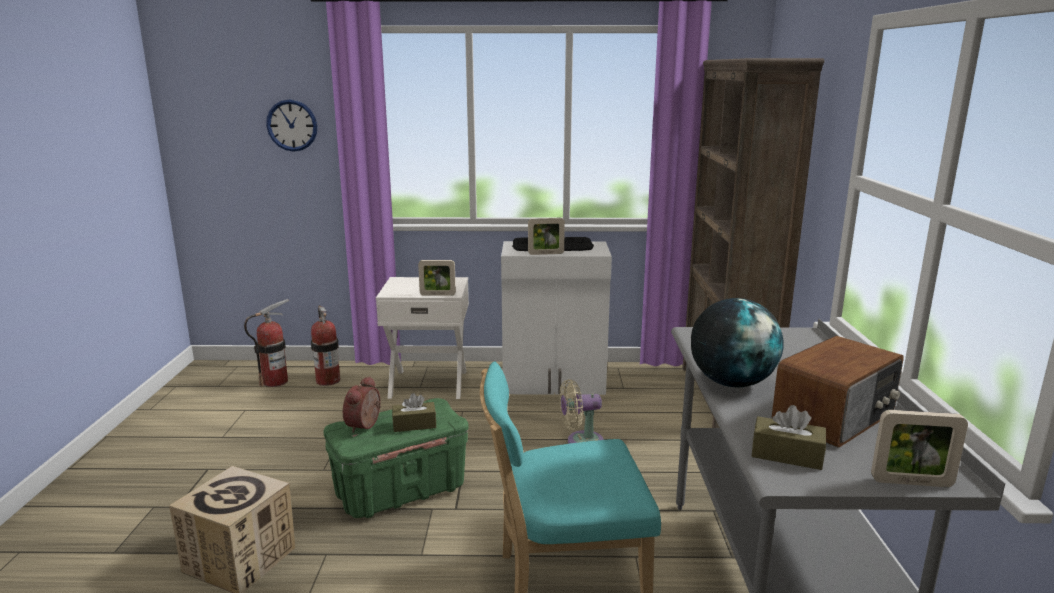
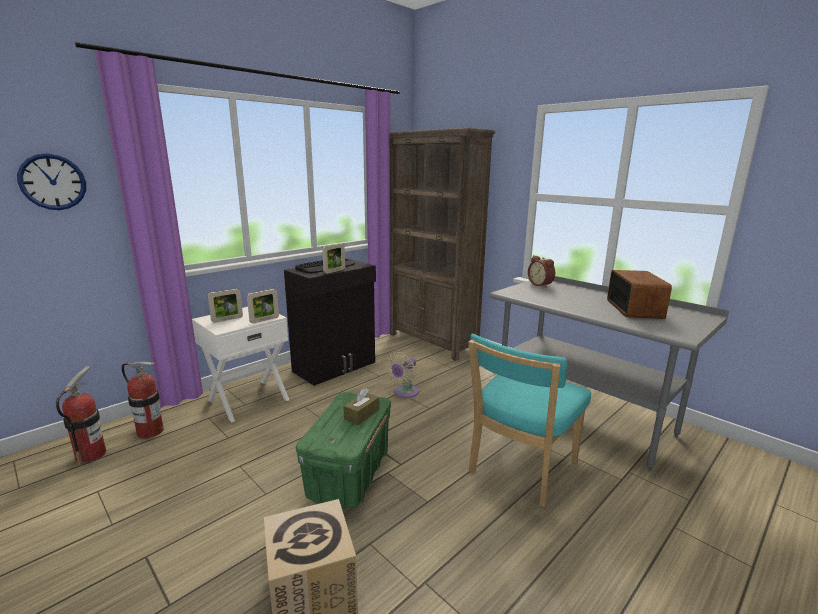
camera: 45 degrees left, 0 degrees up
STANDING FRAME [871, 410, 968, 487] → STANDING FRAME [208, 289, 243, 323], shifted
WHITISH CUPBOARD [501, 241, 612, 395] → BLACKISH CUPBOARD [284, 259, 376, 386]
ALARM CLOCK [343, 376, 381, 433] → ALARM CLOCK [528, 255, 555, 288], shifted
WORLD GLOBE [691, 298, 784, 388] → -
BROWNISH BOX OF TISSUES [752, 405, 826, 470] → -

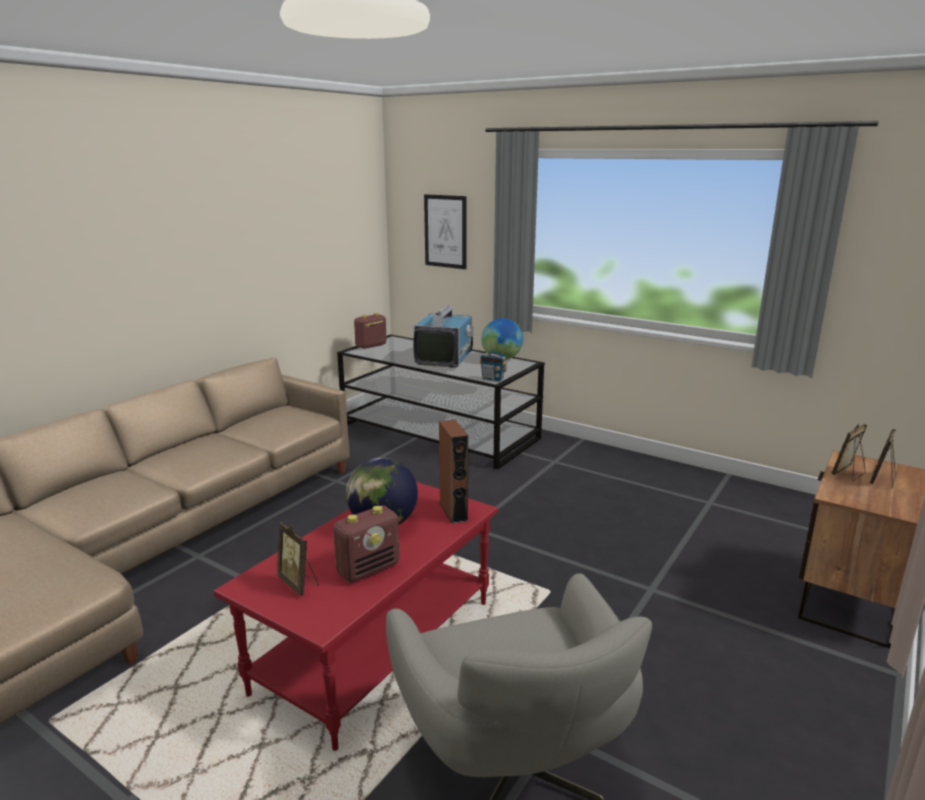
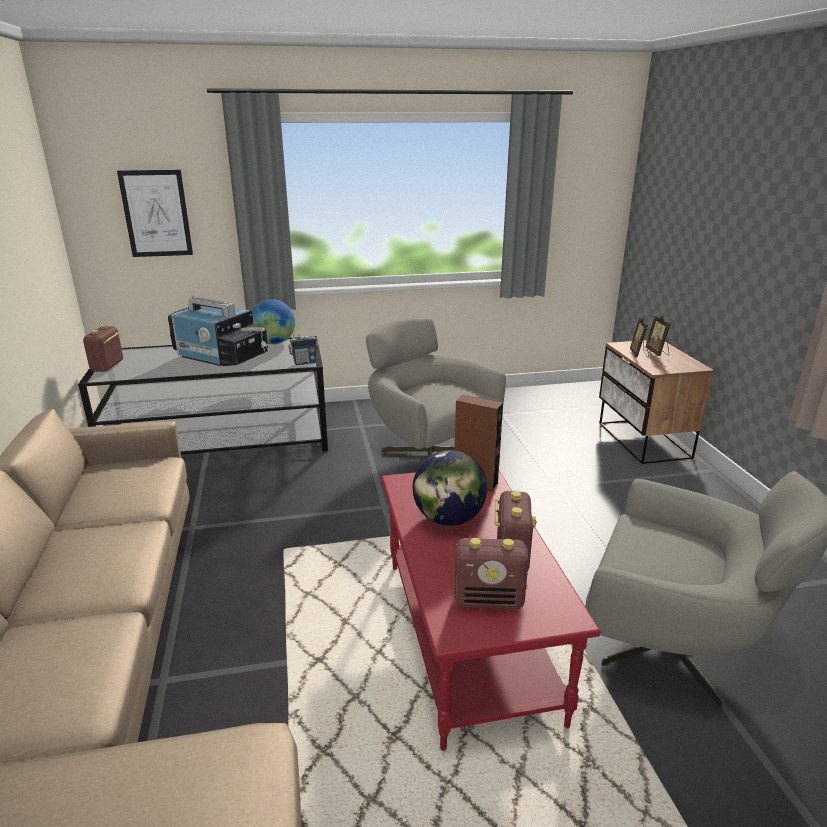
camera: 45 degrees left, 5 degrees up
TELEVISION [413, 305, 473, 368] → TELEVISION [168, 296, 269, 366], 150 degrees clockwise
- → GREYISH ARMCHAIR [366, 318, 506, 456]
STANDING FRAME [277, 522, 319, 596] → RADIO SET [454, 538, 529, 609]

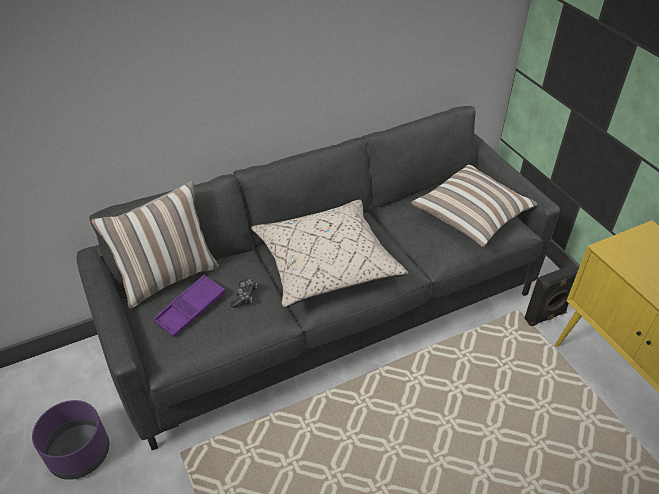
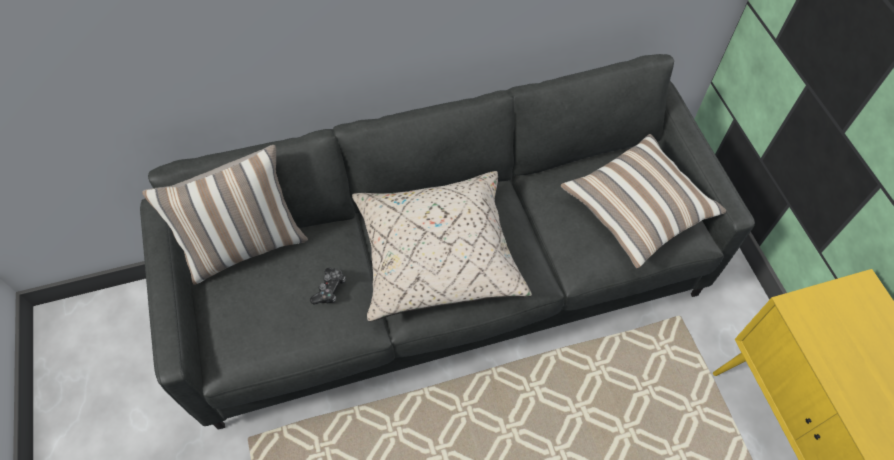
camera: 10 degrees right, 15 degrees up
PURPLISH PLANT POT [32, 400, 109, 480] → -
PURPLISH SERVING TRAY [153, 274, 226, 337] → -
BLACKISH SPEAKER [524, 264, 579, 326] → -

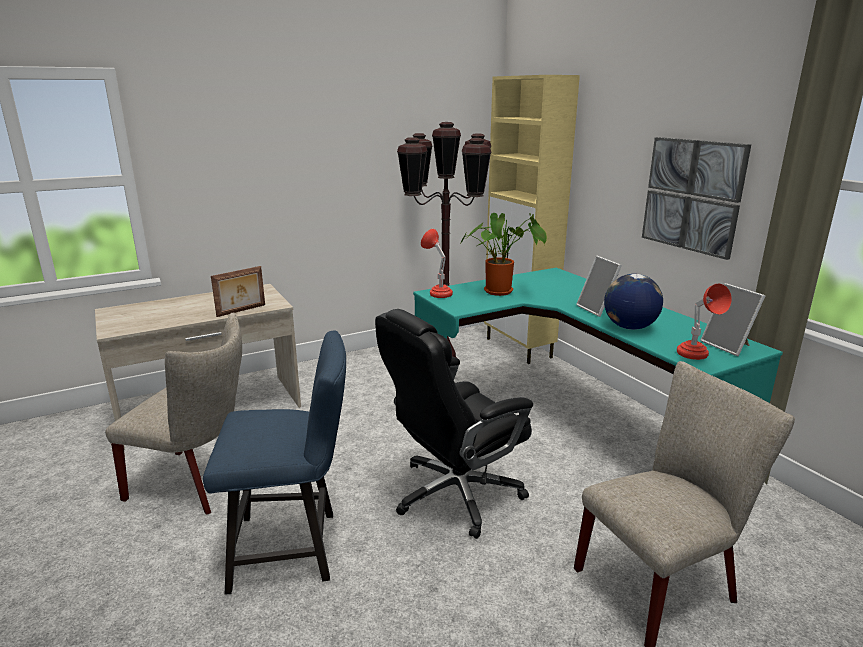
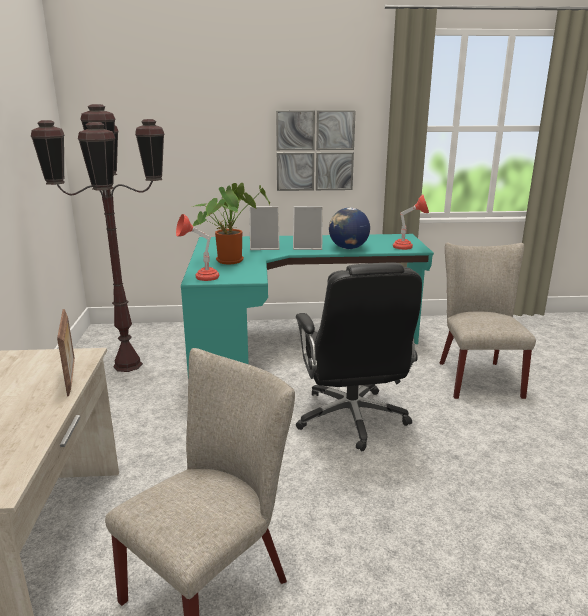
camera: 65 degrees left, 0 degrees up
STANDING FRAME [700, 283, 765, 356] → STANDING FRAME [249, 206, 279, 250], shifted
BLUE-COLOURED PLAIN CHAIR [203, 330, 346, 595] → -
SAND-COLOURED CUPBOARD [484, 75, 580, 364] → -

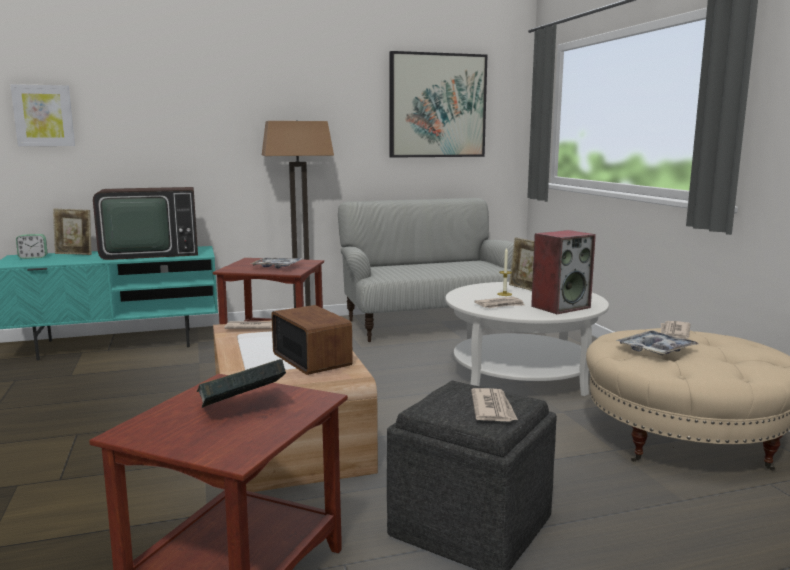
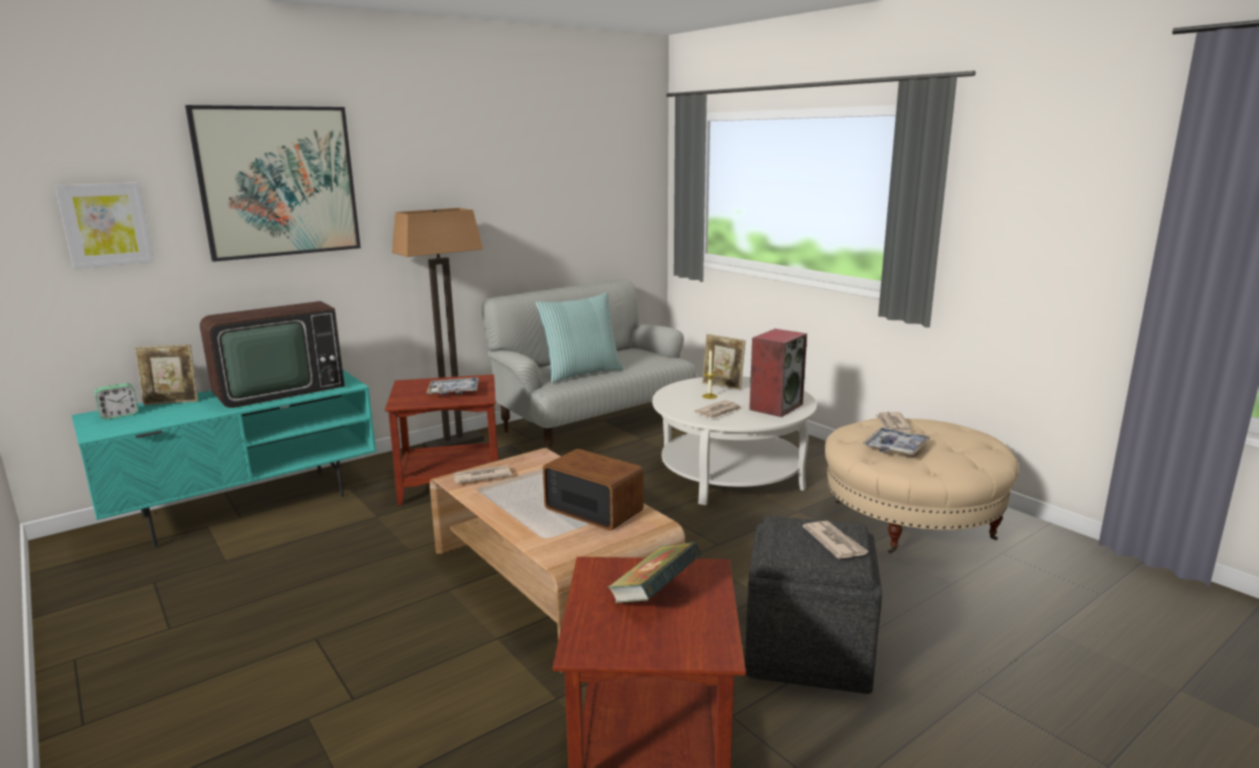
camera: 20 degrees left, 5 degrees up
WALL ART [389, 51, 487, 158] → WALL ART [185, 105, 361, 262], shifted
- → PILLOW [536, 292, 624, 383]

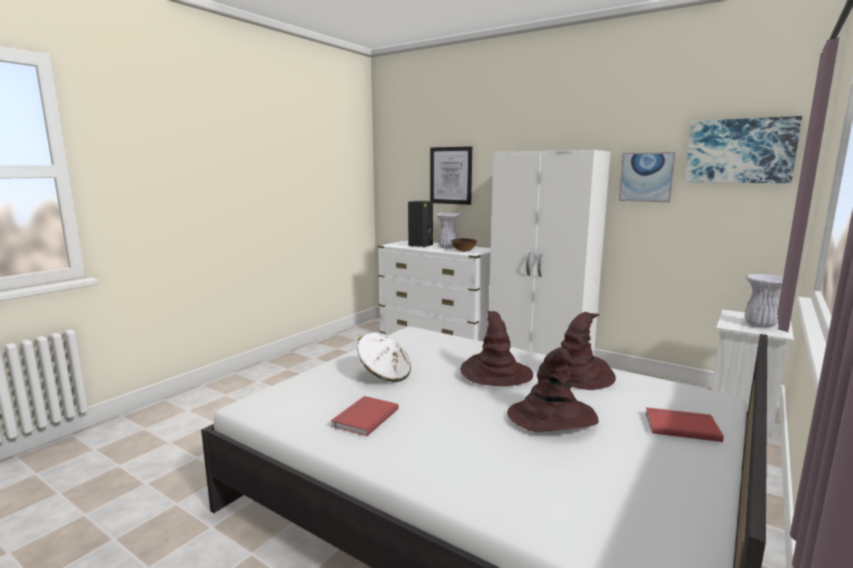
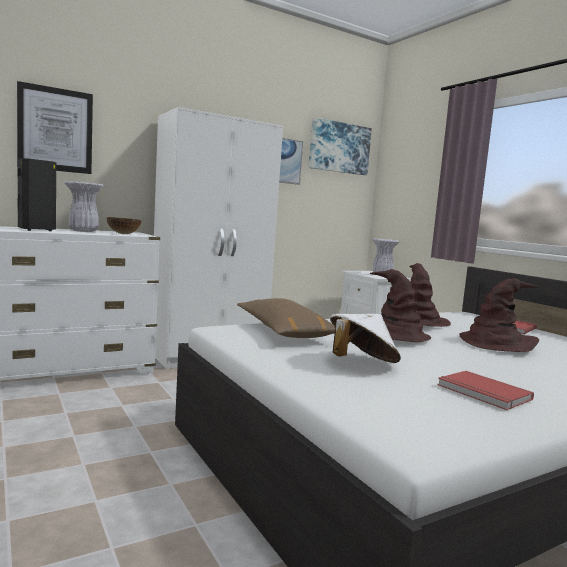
camera: 65 degrees left, 5 degrees down
- → BROWNISH PILLOW [237, 298, 335, 338]

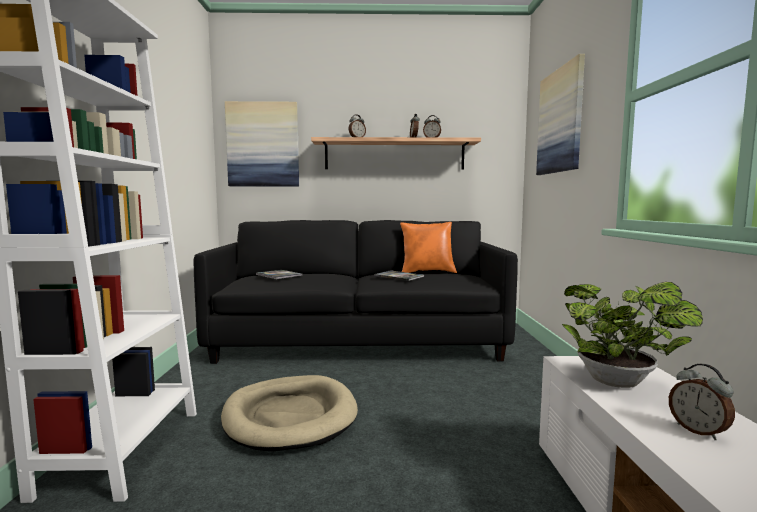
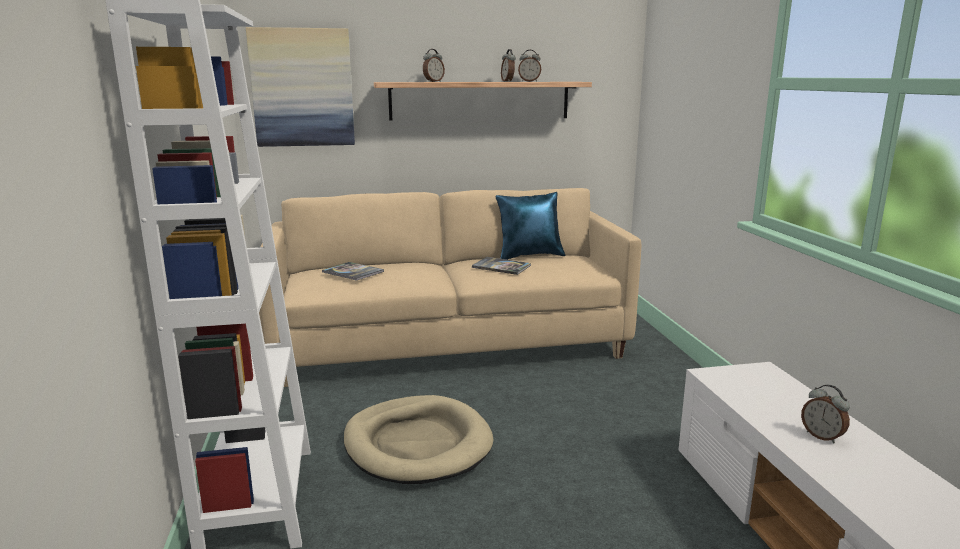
camera: 10 degrees left, 10 degrees up
BLACKISH COUCH [194, 220, 518, 364] → SAND-COLOURED COUCH [259, 188, 641, 387]
ORANGE-COLOURED PILLOW [400, 222, 457, 273] → BLUE-COLOURED PILLOW [496, 192, 565, 260]
WALL ART [536, 54, 585, 175] → -
POTTED PLANT [562, 282, 703, 388] → -

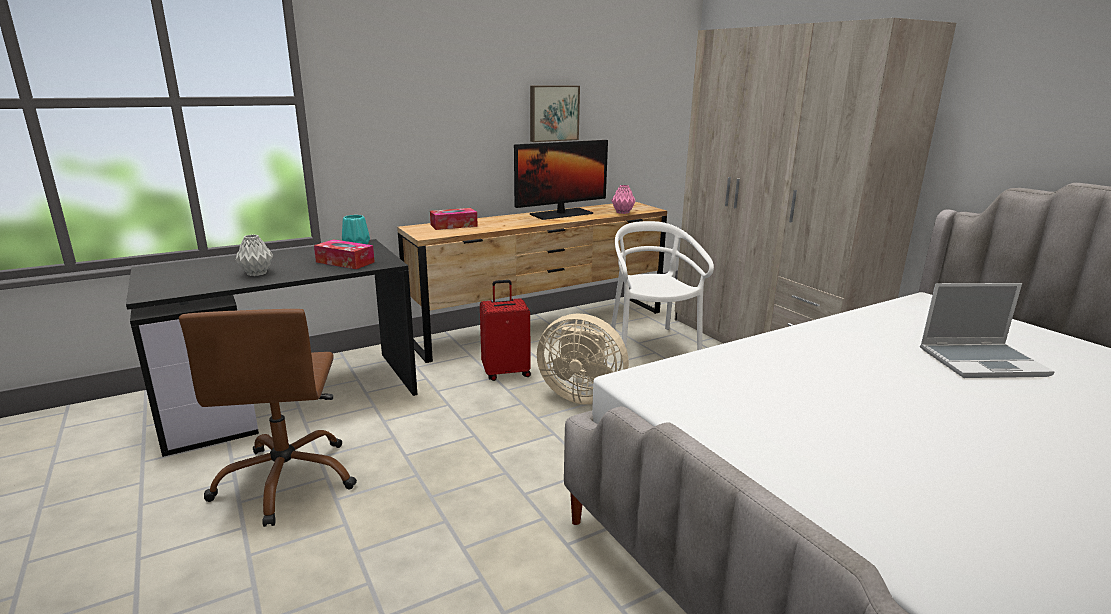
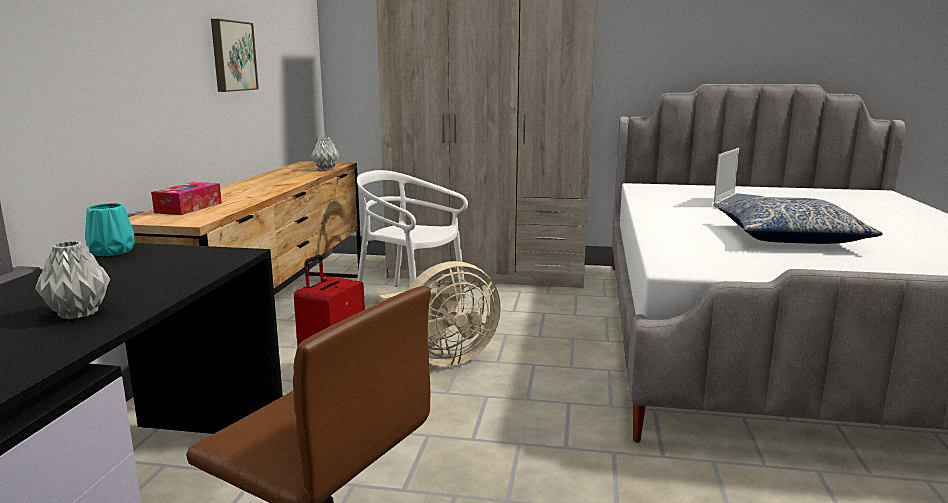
camera: 50 degrees left, 5 degrees down
PINK-COLOURED FLOWER VASE [611, 185, 635, 214] → GREYISH FLOWER VASE [311, 137, 340, 170]
- → PILLOW [718, 197, 883, 244]
BOX OF TISSUES [314, 239, 375, 269] → -
MONITOR [514, 140, 608, 220] → -

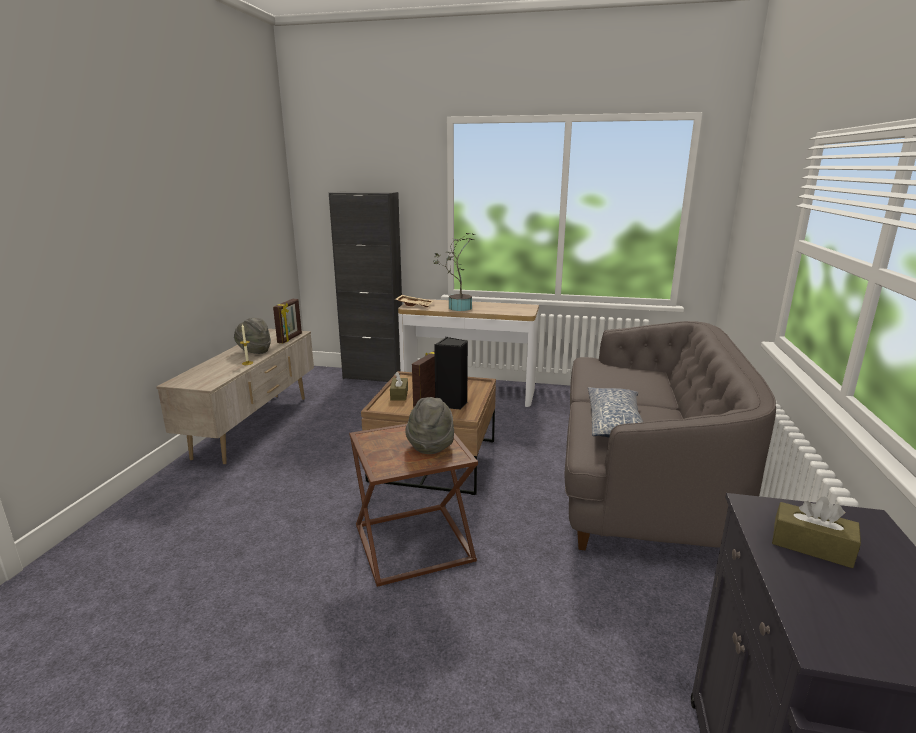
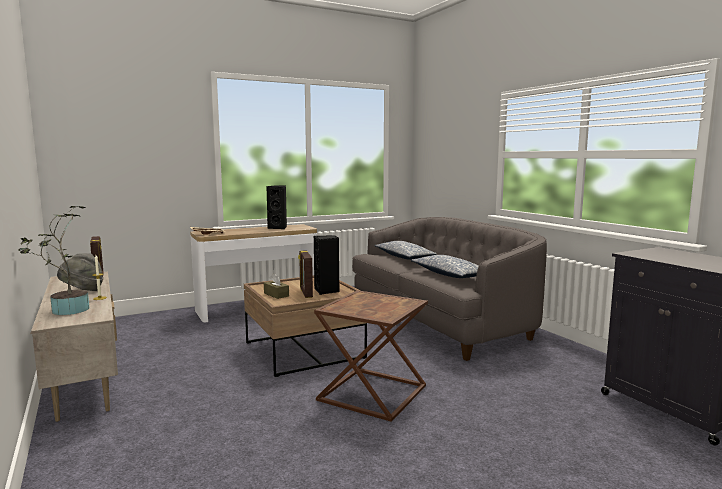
camera: 40 degrees left, 10 degrees down
POTTED PLANT [433, 233, 476, 311] → POTTED PLANT [18, 206, 89, 315], shifted
- → BLACKISH SPEAKER [267, 185, 287, 229]
- → PILLOW [375, 241, 437, 260]
BLACKISH CUPBOARD [329, 192, 402, 382] → -
GREYISH CLOTHING HAT [406, 397, 454, 454] → -
BROWNISH BOX OF TISSUES [772, 497, 861, 568] → -

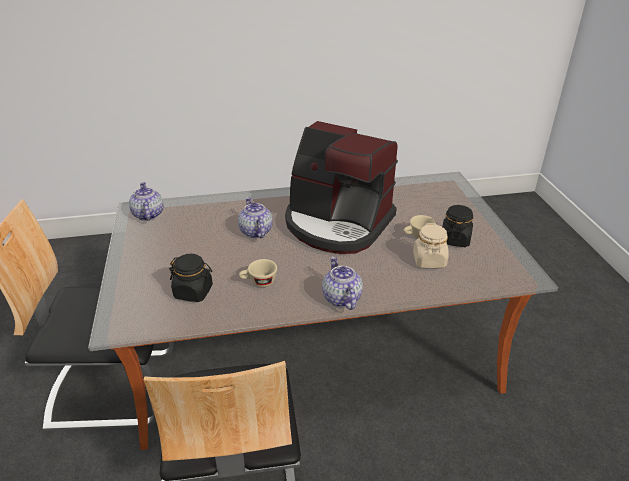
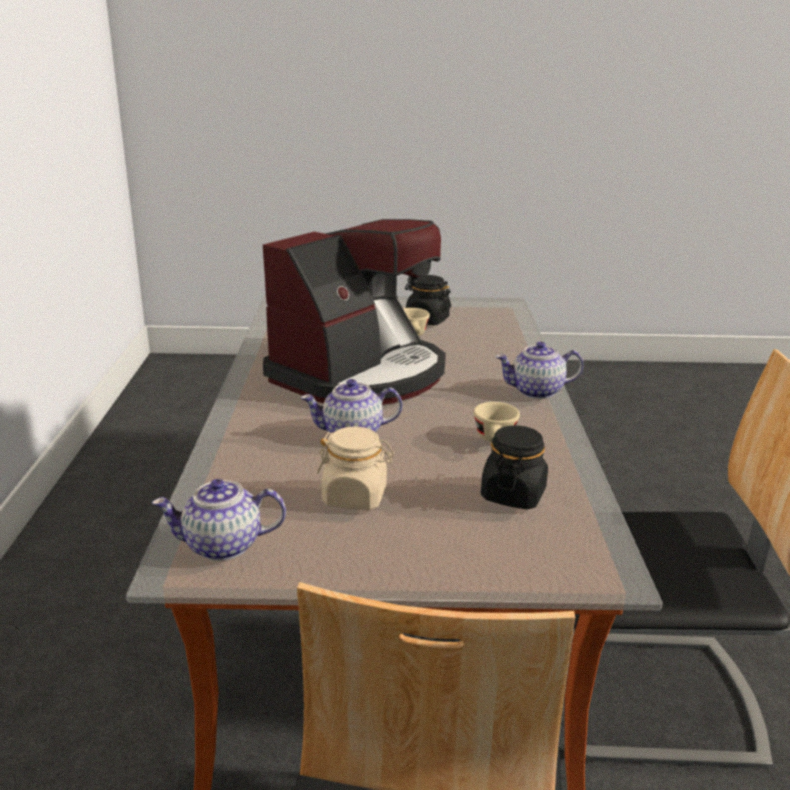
camera: 80 degrees left, 10 degrees down
SAND-COLOURED STORAGE JAR [413, 223, 449, 268] → SAND-COLOURED STORAGE JAR [317, 426, 394, 510], shifted

